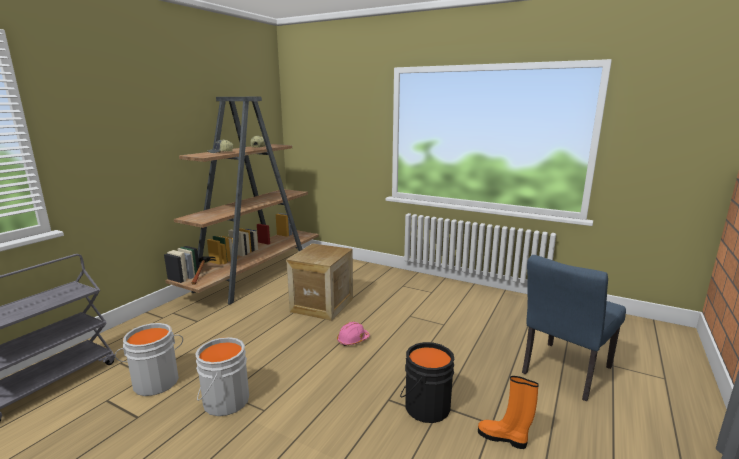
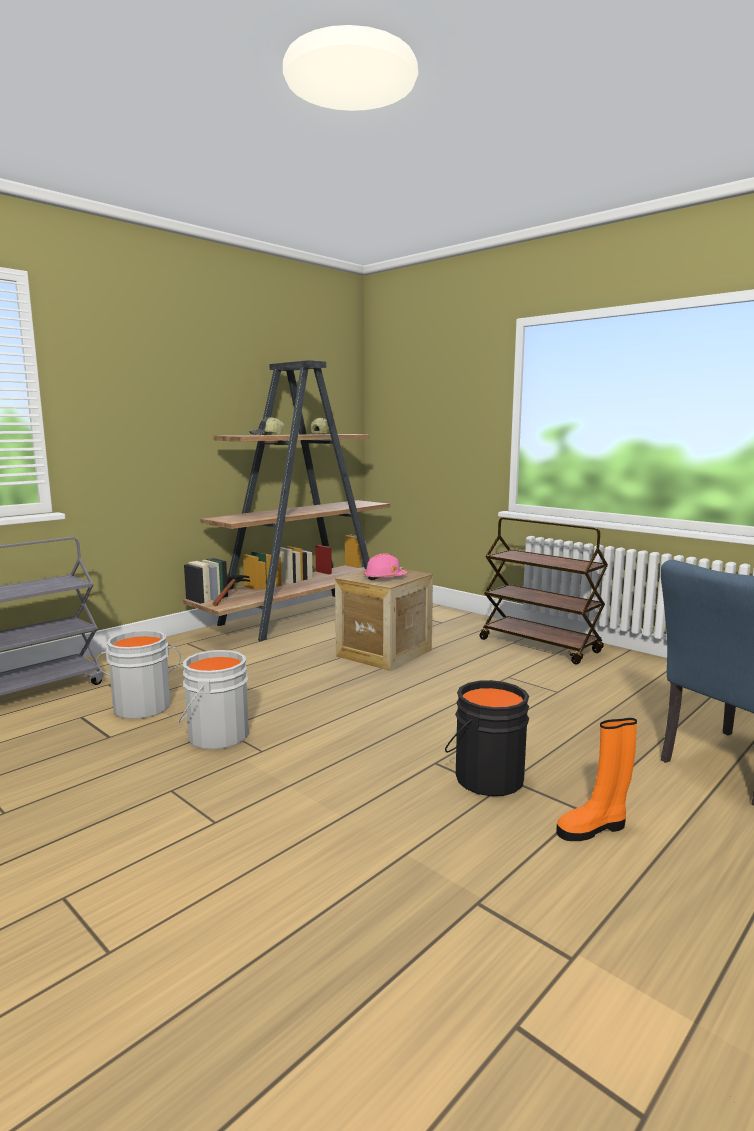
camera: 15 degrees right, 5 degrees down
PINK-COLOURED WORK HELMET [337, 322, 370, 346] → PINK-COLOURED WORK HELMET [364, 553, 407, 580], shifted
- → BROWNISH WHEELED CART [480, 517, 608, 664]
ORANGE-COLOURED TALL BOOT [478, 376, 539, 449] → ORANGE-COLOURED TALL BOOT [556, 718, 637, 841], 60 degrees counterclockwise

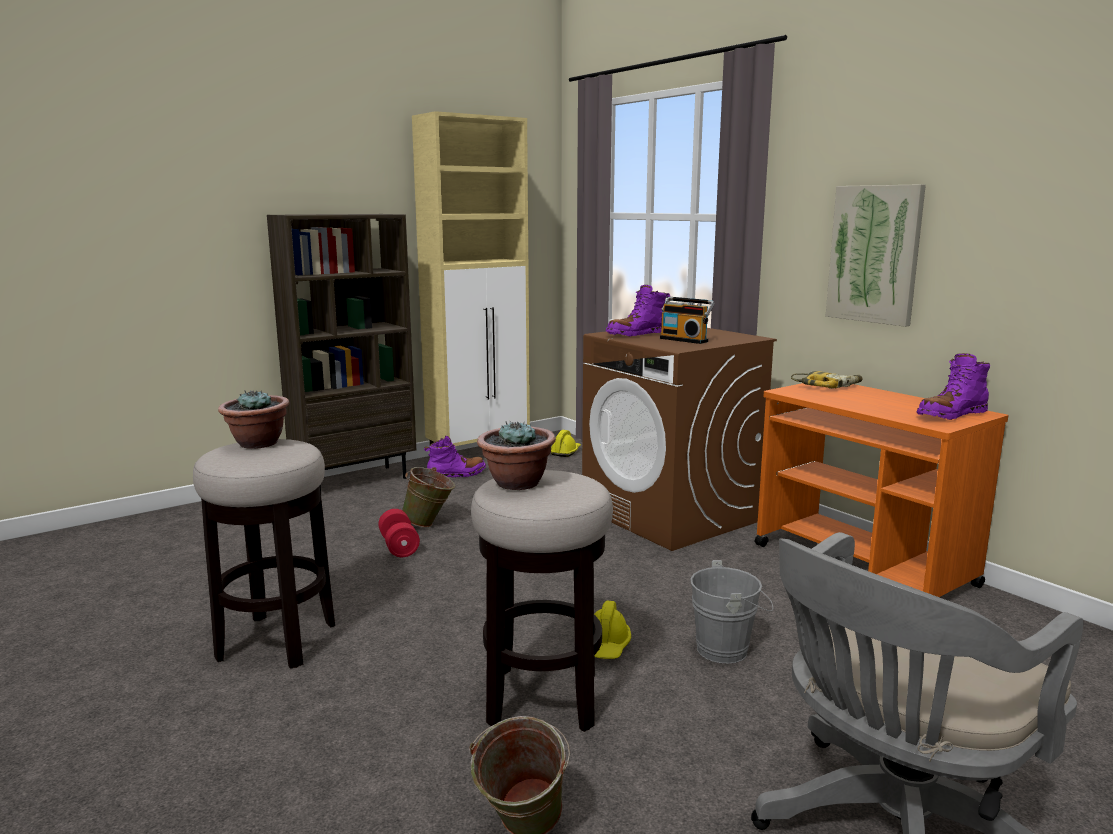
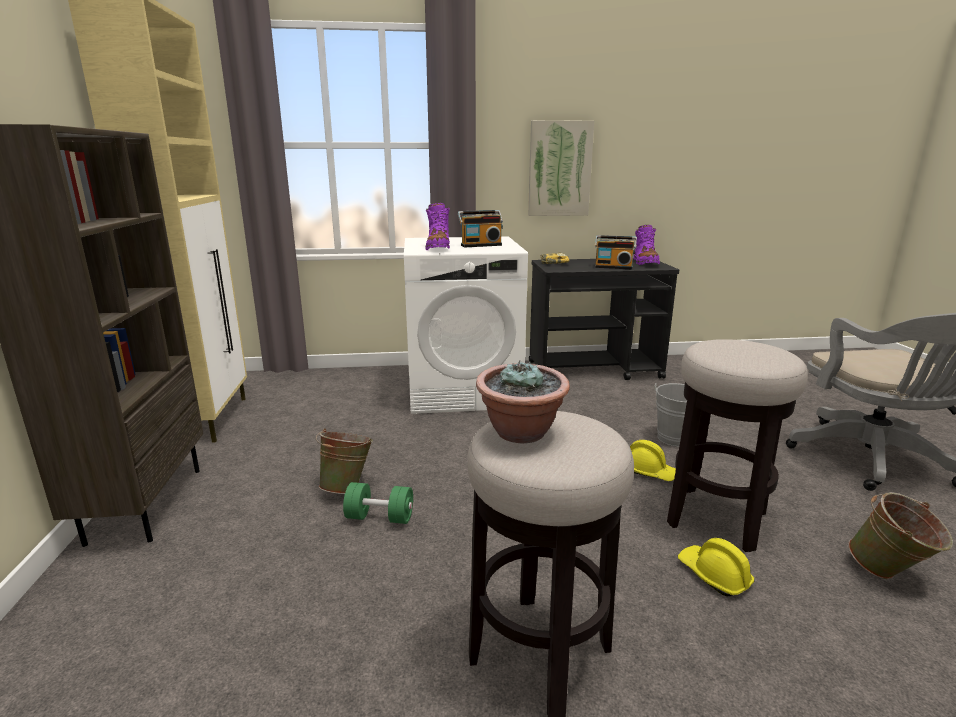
camera: 60 degrees left, 5 degrees up
RED-COLOURED DUMBBELL [378, 509, 420, 557] → GREEN DUMBBELL [343, 482, 413, 524]
BROWNISH LAUNDRY APPLIANCE [582, 328, 777, 551] → WHITISH LAUNDRY APPLIANCE [404, 236, 528, 414]
ORANGE-COLOURED WHEELED CART [755, 383, 1009, 597] → BLACKISH WHEELED CART [529, 259, 679, 380]
- → RADIO SET [595, 235, 637, 269]
YELLOW-COLOURED WORK HELMET [551, 430, 581, 457] → YELLOW-COLOURED WORK HELMET [678, 538, 754, 597], shifted
PURPLISH TALL BOOT [424, 436, 486, 477] → -
POTTED PLANT [477, 421, 556, 490] → -

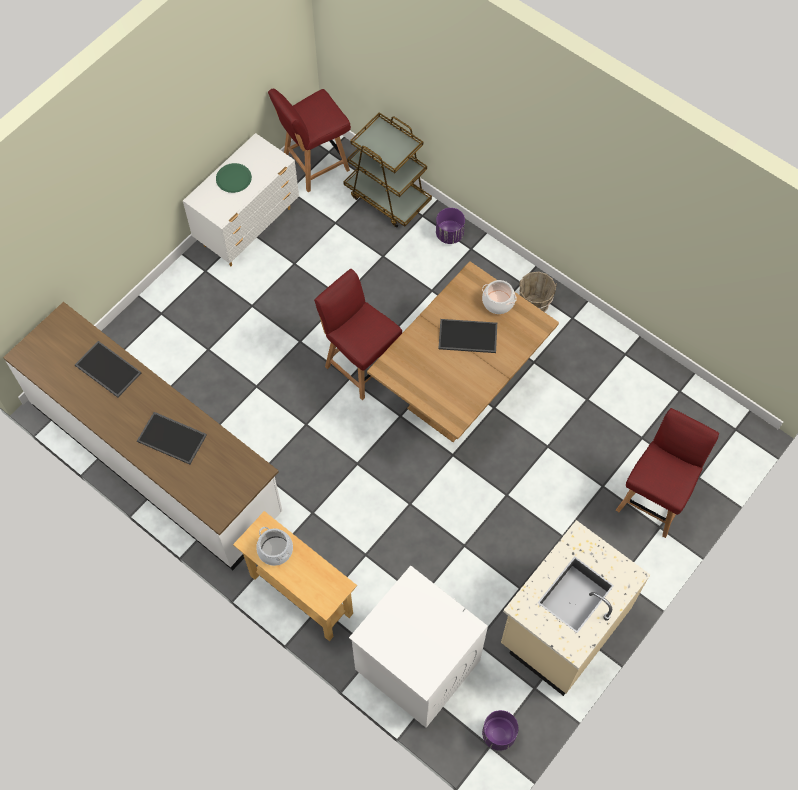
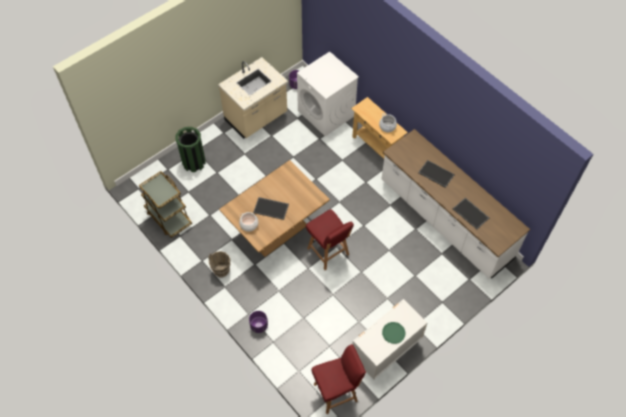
camera: 170 degrees left, 5 degrees down
BROWNISH WHEELED CART [343, 112, 432, 228] → BROWNISH WHEELED CART [139, 171, 192, 238], shifted
RED-COLOURED PLAIN CHAIR [616, 408, 719, 538] → GREEN WASTE BIN [175, 127, 206, 172]

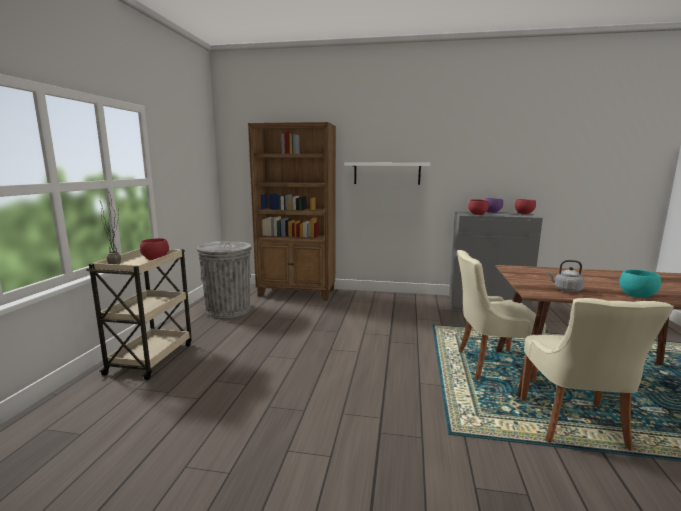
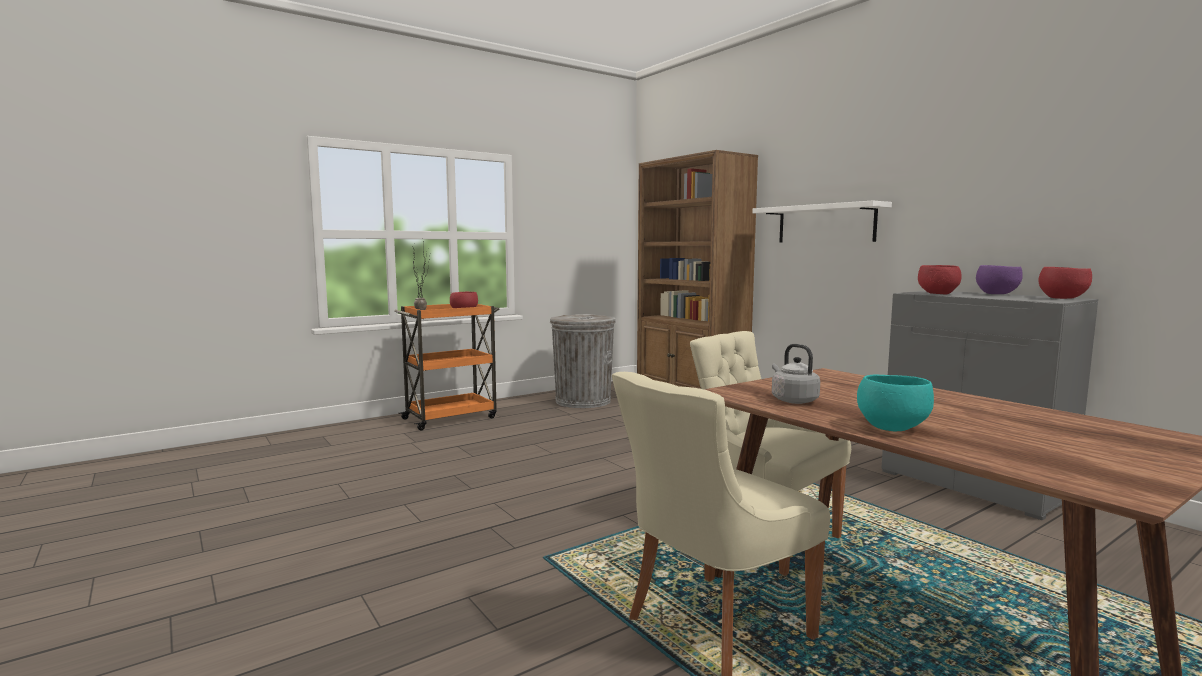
camera: 45 degrees right, 5 degrees down
SAND-COLOURED WHEELED CART [86, 249, 192, 380] → ORANGE-COLOURED WHEELED CART [395, 304, 500, 431]

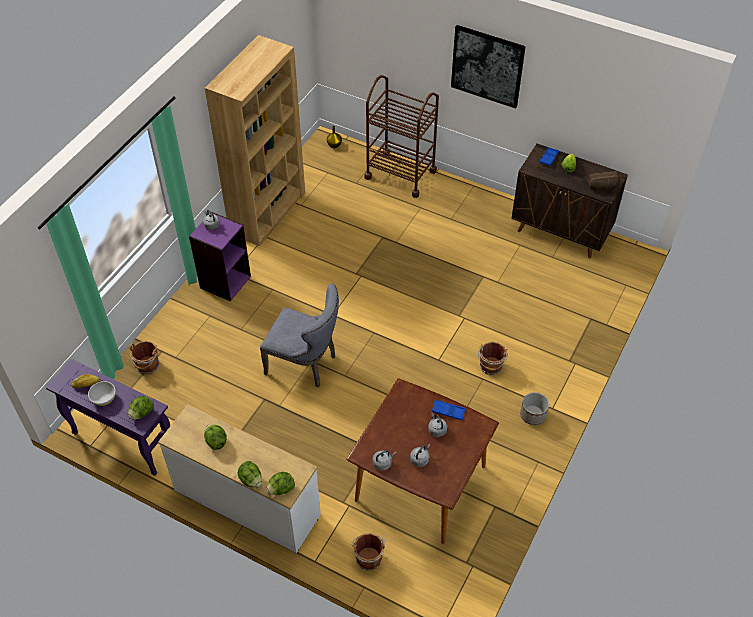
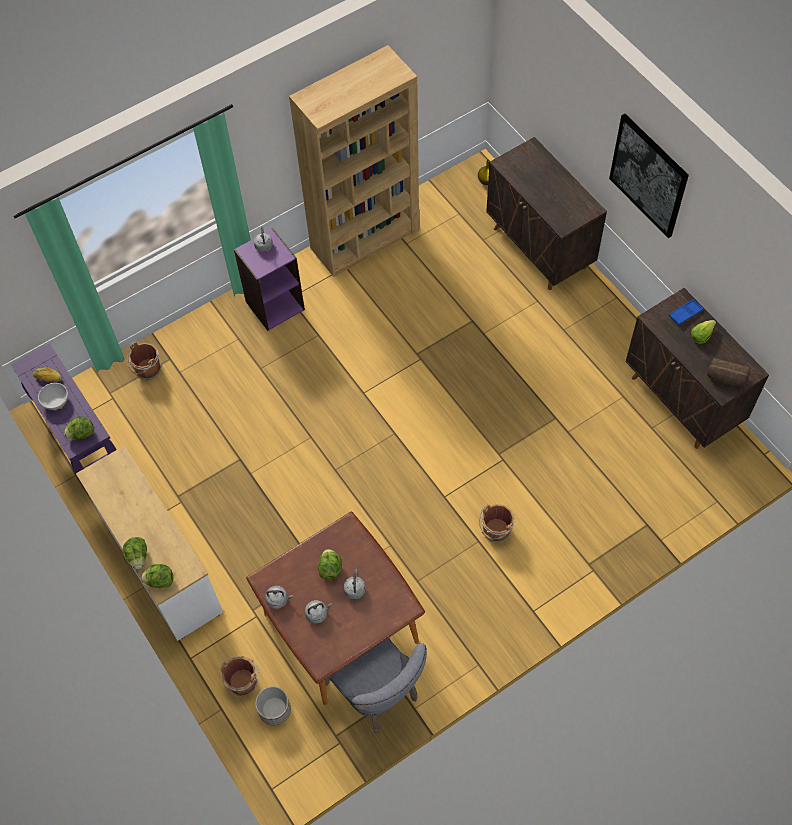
camera: 30 degrees right, 10 degrees up
PLANT POT [520, 392, 549, 425] → PLANT POT [255, 686, 291, 726], shifted
HEAD OF LETTUCE [204, 424, 227, 450] → HEAD OF LETTUCE [318, 549, 342, 580], shifted
GREYISH PLAIN CHAIR [260, 283, 339, 388] → GREYISH PLAIN CHAIR [325, 638, 427, 734], shifted
BROWNISH WHEELED CART [364, 75, 439, 198] → BROWNISH CUPBOARD [486, 137, 607, 290]
BLUE-COLOURED SERVING TRAY [432, 400, 466, 420] → -

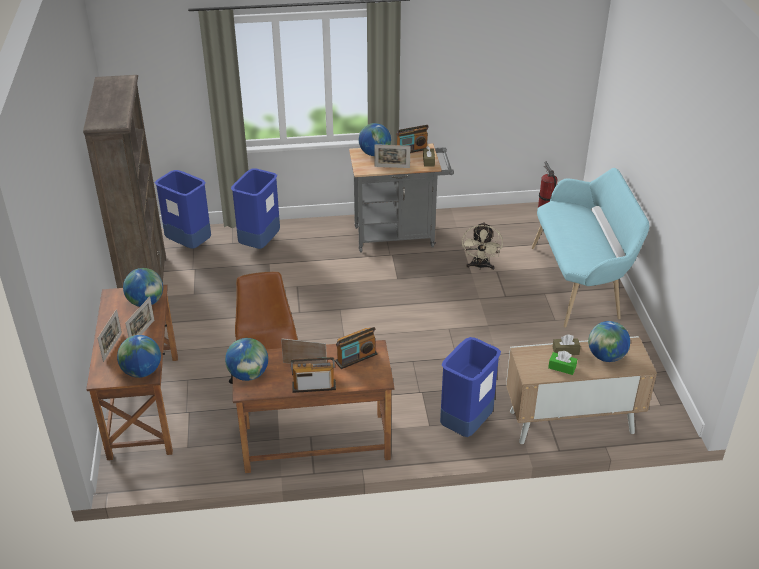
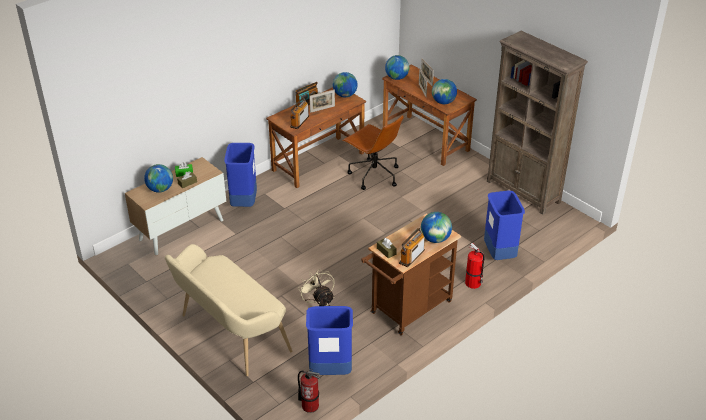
camera: 145 degrees right, 0 degrees up
BLUE-GREEN INDOOR BENCH [532, 168, 649, 328] → SAND-COLOURED INDOOR BENCH [165, 244, 292, 376]
BLUE-COLOURED WASTE BIN [155, 170, 211, 249] → BLUE-COLOURED WASTE BIN [306, 306, 353, 375], shifted
GREYISH WHEELED CART [349, 143, 454, 253] → BROWNISH WHEELED CART [361, 213, 461, 335]
- → FIRE-FIGHTING CYLINDER [465, 243, 485, 289]
STANDING FRAME [374, 144, 410, 168] → -

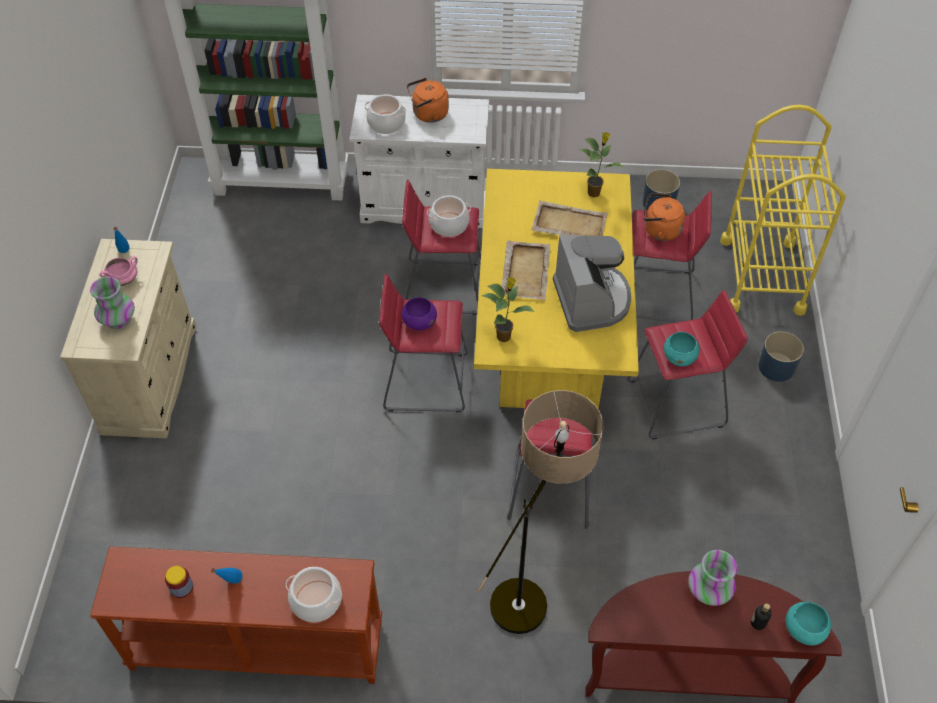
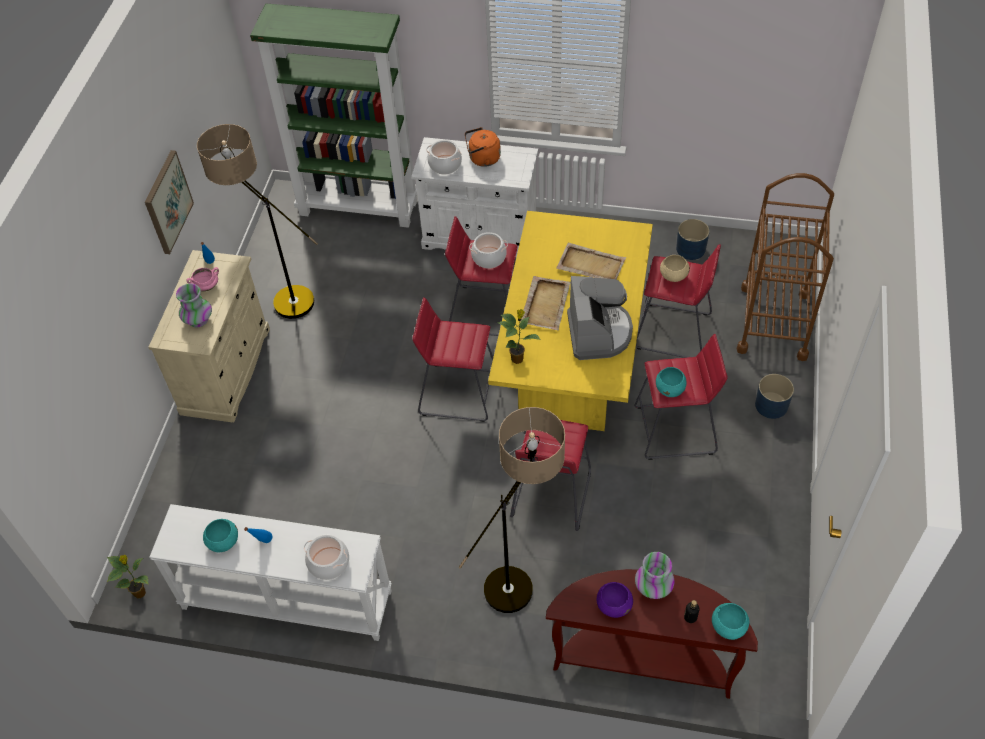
camera: 10 degrees right, 0 degrees up
POTTED PLANT [577, 132, 623, 198] → POTTED PLANT [107, 555, 149, 598], shifted
- → WALL ART [145, 150, 194, 254]
BROWNISH HALL TABLE [90, 546, 382, 684] → WHITISH HALL TABLE [149, 504, 392, 641]
- → FLOOR LAMP [197, 124, 318, 319]
STORAGE JAR [165, 566, 193, 598] → BLUE-GREEN SERVING BOWL [203, 519, 238, 552]
PURPLISH SERVING BOWL [402, 297, 437, 330] → PURPLISH SERVING BOWL [597, 582, 633, 618], shifted
ORANGE-COLOURED KETTLE [643, 193, 685, 241] → SAND-COLOURED SERVING BOWL [660, 255, 690, 282]
YELLOW-COLOURED WHEELED CART [720, 105, 846, 316] → BROWNISH WHEELED CART [737, 173, 834, 361]

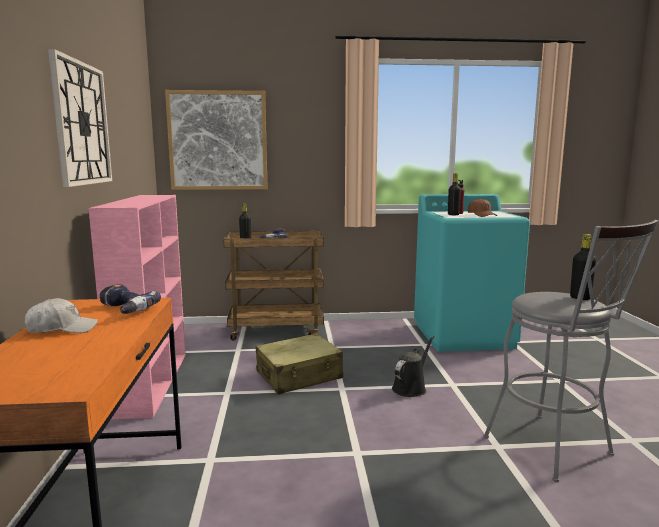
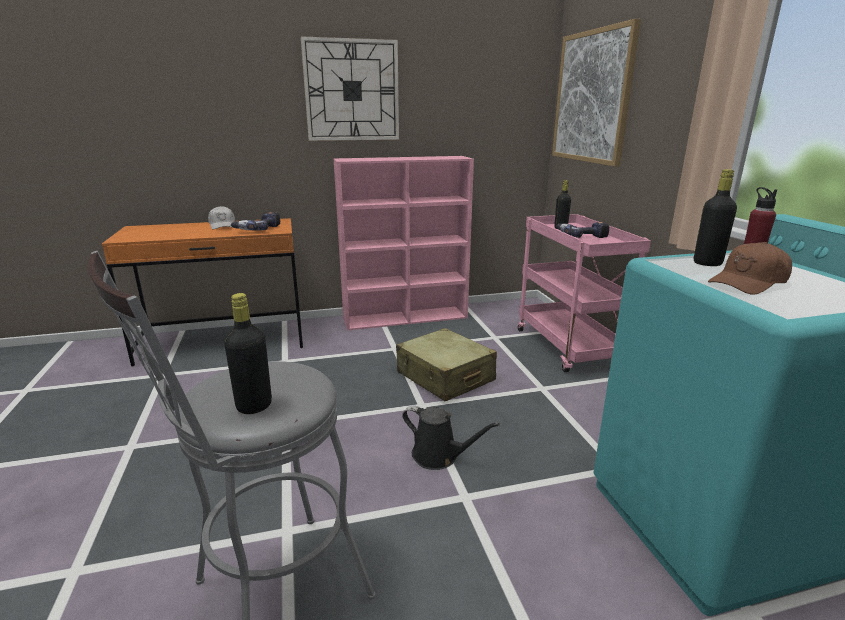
camera: 80 degrees right, 10 degrees up
BROWNISH WHEELED CART [223, 231, 324, 340] → PINK-COLOURED WHEELED CART [518, 214, 651, 372]

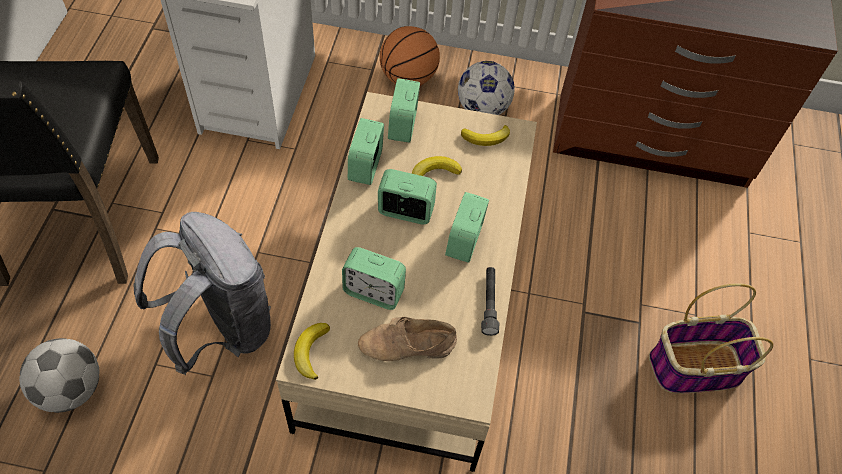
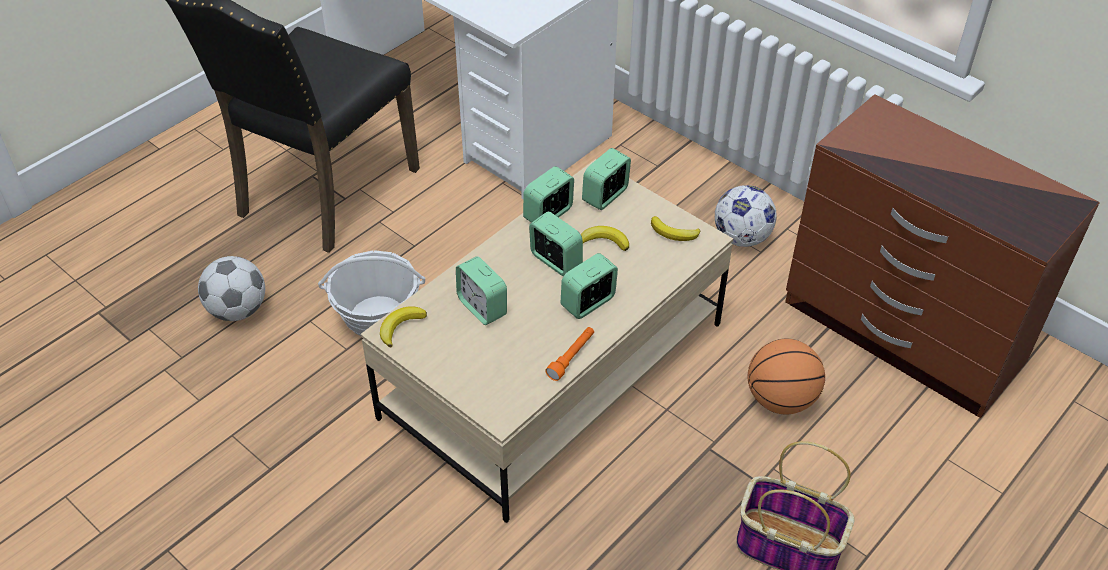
camera: 35 degrees right, 10 degrees down
GREYISH RUCKSACK [134, 212, 271, 375] → STORAGE BASKET [318, 250, 425, 336]
GREYISH HAND TORCH [481, 267, 499, 336] → ORANGE-COLOURED HAND TORCH [545, 327, 594, 381]
BASKETBALL BALL [380, 26, 440, 86] → BASKETBALL BALL [747, 339, 825, 415], shifted
SAND-COLOURED ITEM OF FOOTWEAR [358, 317, 457, 361] → -

